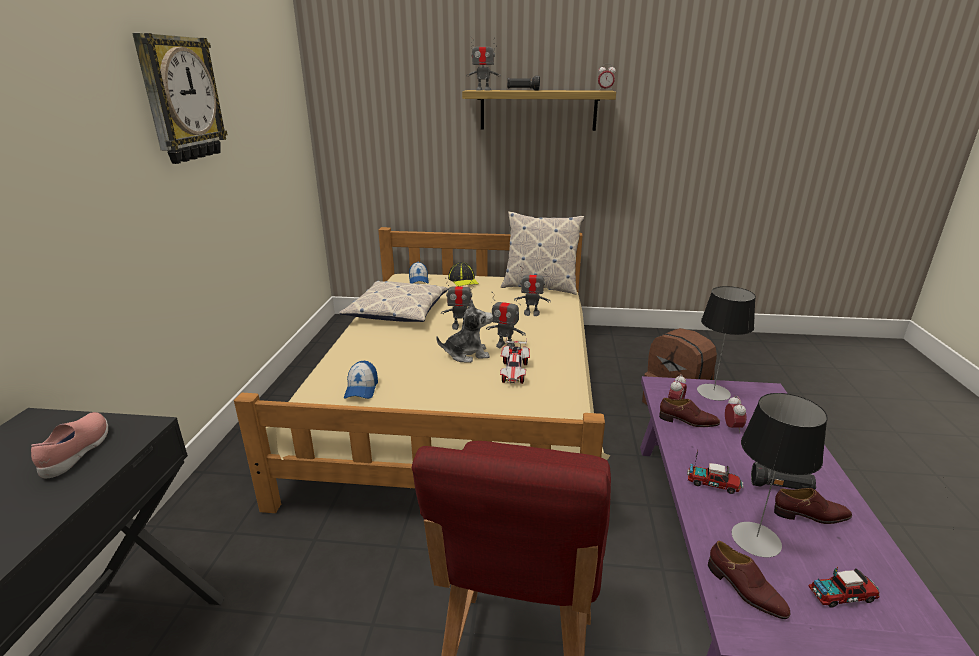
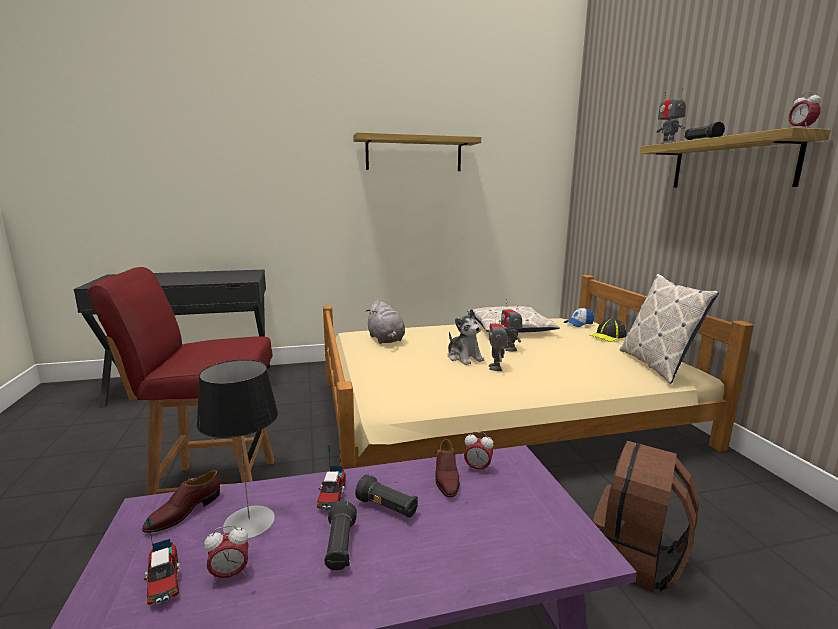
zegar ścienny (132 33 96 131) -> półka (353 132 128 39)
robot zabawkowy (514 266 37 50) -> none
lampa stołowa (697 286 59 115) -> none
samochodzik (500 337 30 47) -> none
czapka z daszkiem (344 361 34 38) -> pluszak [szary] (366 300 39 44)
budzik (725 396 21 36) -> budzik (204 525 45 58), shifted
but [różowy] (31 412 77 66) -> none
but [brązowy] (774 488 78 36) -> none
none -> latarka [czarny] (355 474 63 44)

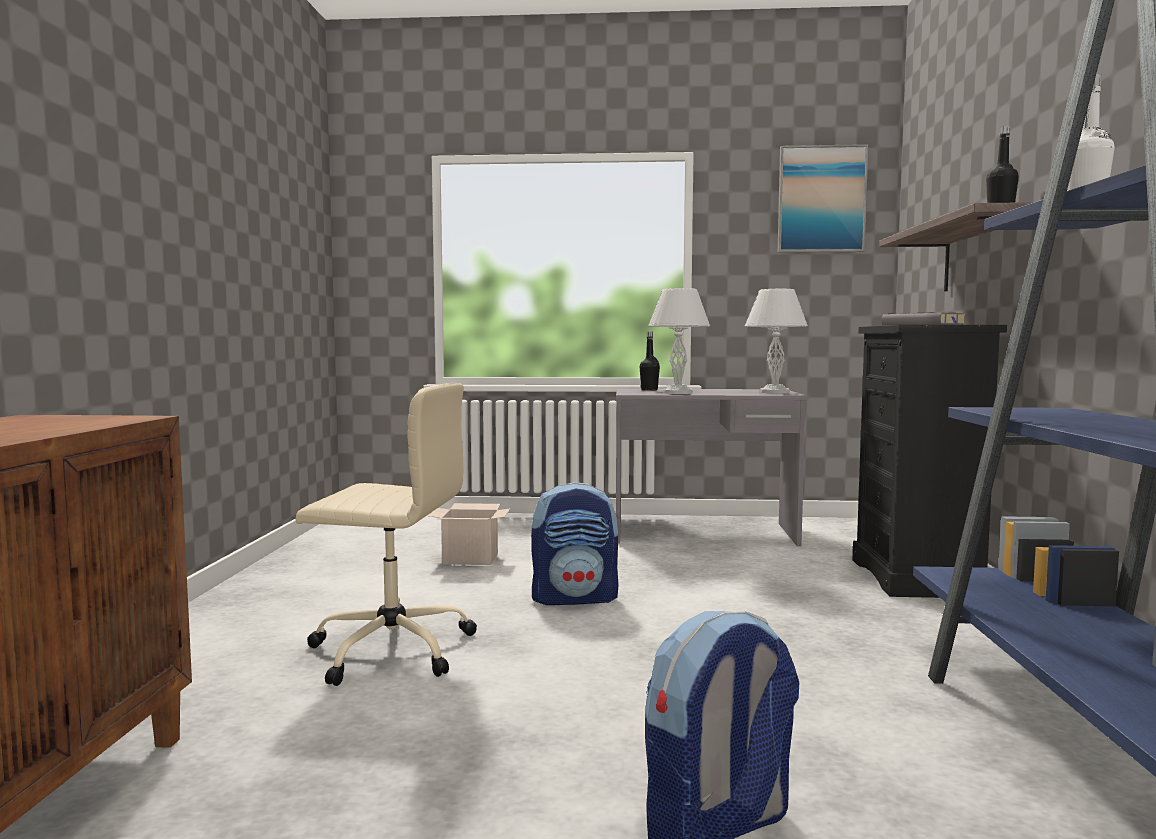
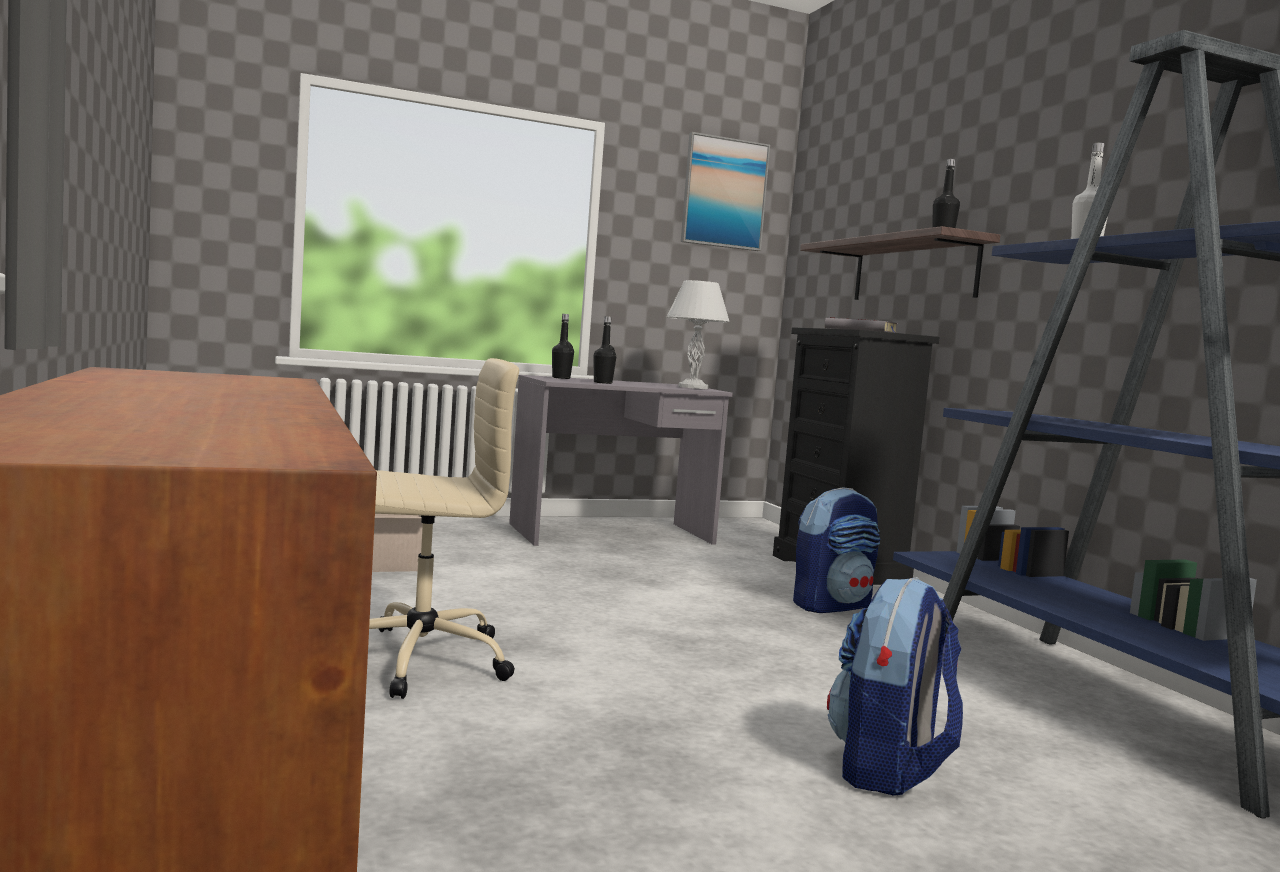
lampa stołowa [biały] (648 288 62 106) -> butelka [czarny] (594 316 22 68)
plecak (531 482 88 123) -> plecak (793 487 88 126), shifted

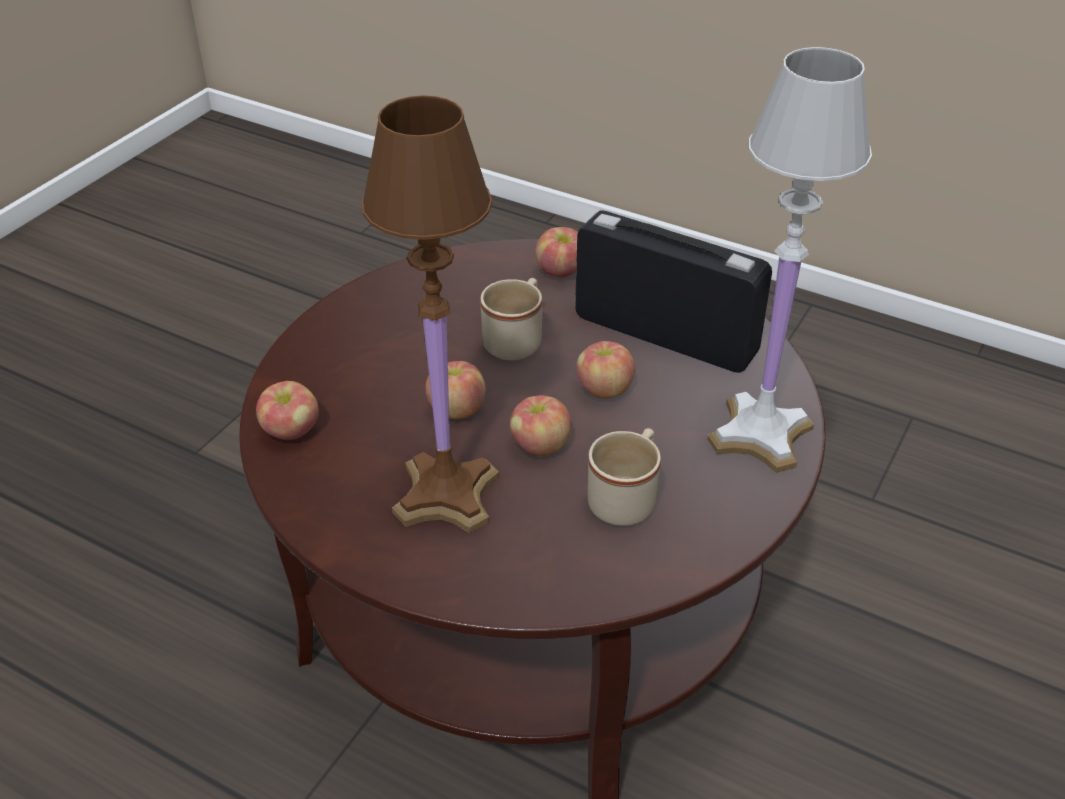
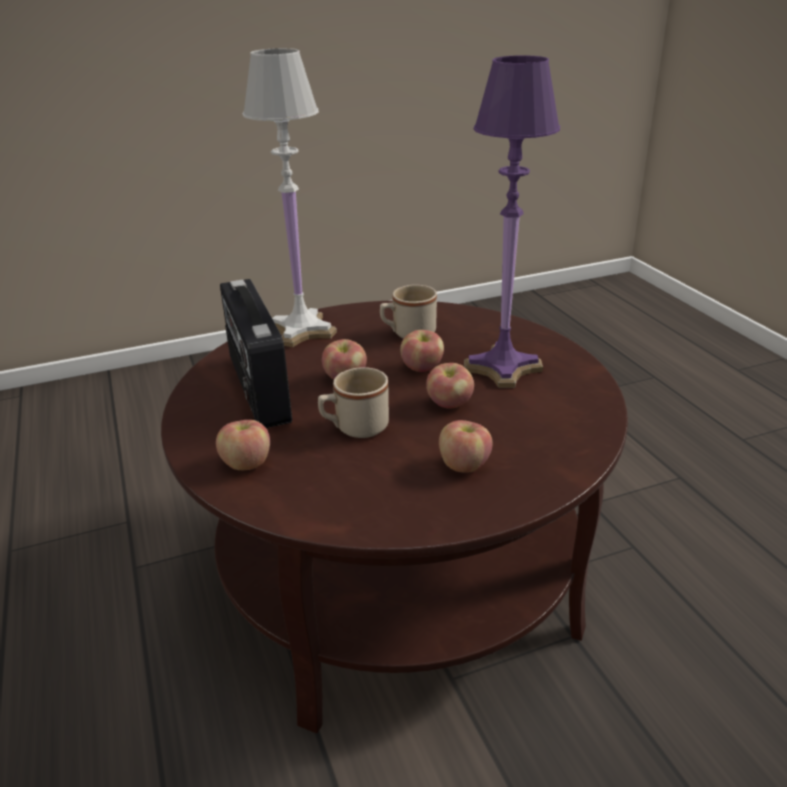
lampa stołowa [brązowy] (361 95 138 438) -> lampa stołowa [fioletowy] (464 55 96 333)
jabłko (256 381 63 59) -> jabłko (439 420 53 53), shifted

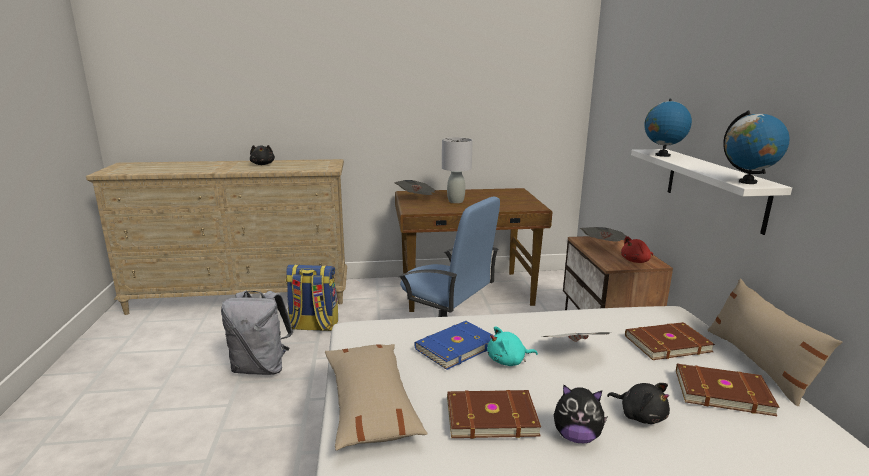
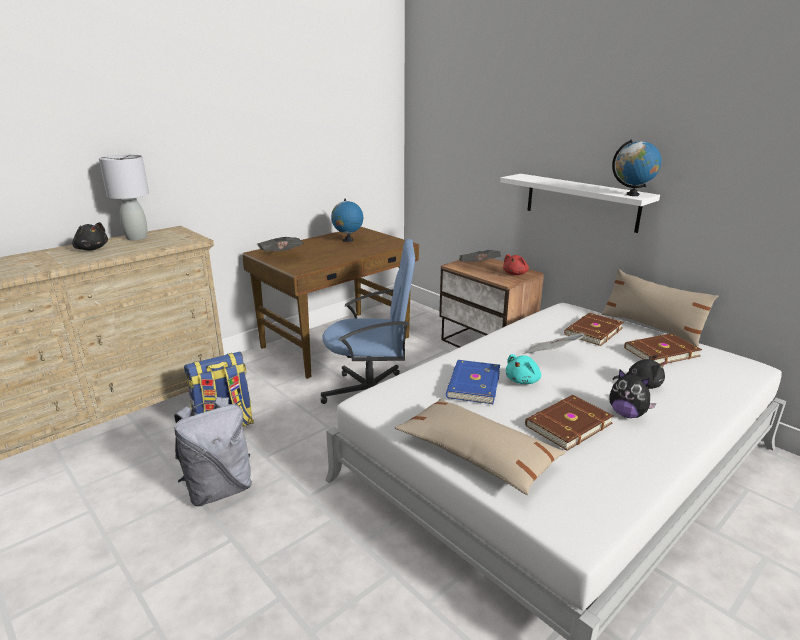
globus (645 99 47 58) -> globus (331 198 32 44), shifted
lampa stołowa [szary] (442 137 31 66) -> lampa stołowa [szary] (99 154 50 86), shifted
pluszak (554 384 54 60) -> pluszak (609 369 47 49), 60 degrees clockwise

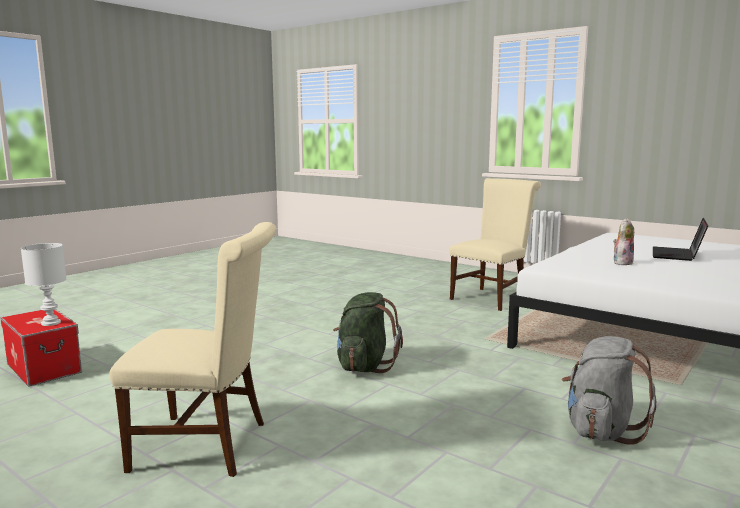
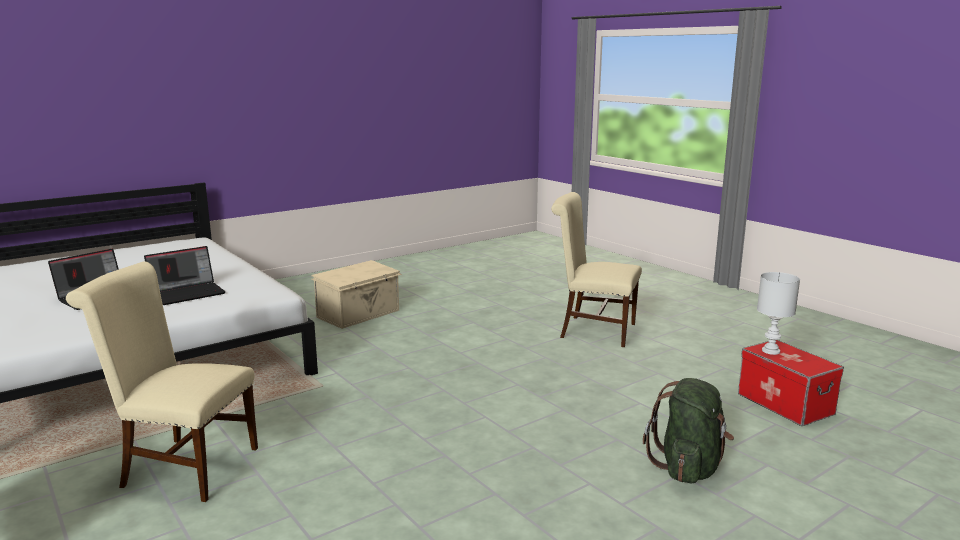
krzesło [beżowy] (449 178 92 133) -> krzesło [beżowy] (66 261 192 241), 45 degrees clockwise
pluszak (613 218 21 47) -> laptop (144 246 82 59)
plecak [zielony] (333 292 70 81) -> plecak [zielony] (643 378 91 106), shifted
plecak [szary] (562 336 94 109) -> pojemnik do przechowywania [beżowy] (312 260 90 69)

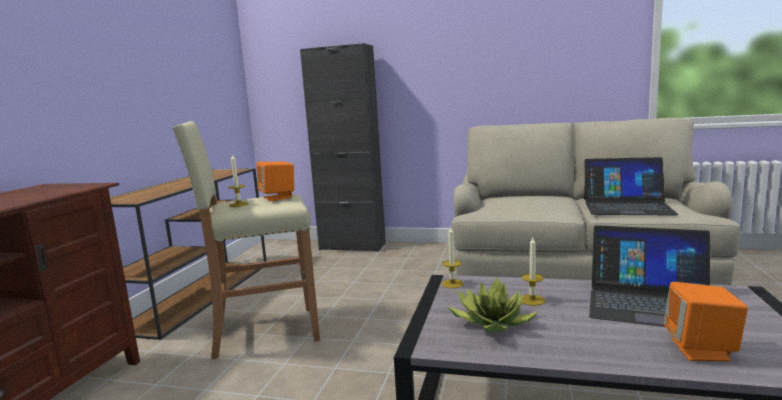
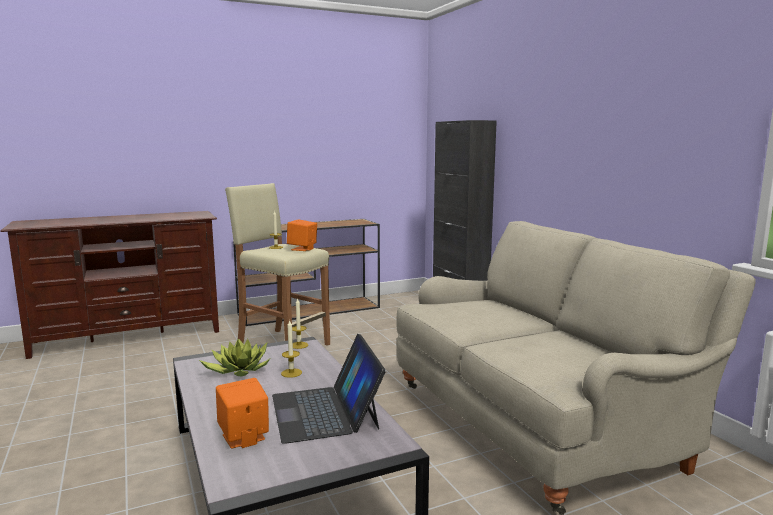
laptop (584 157 95 59) -> none

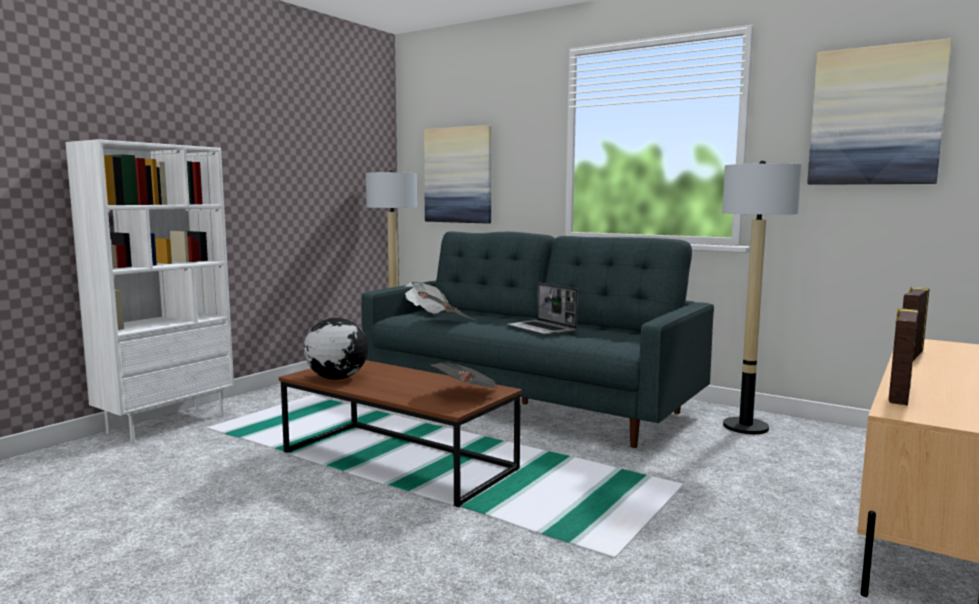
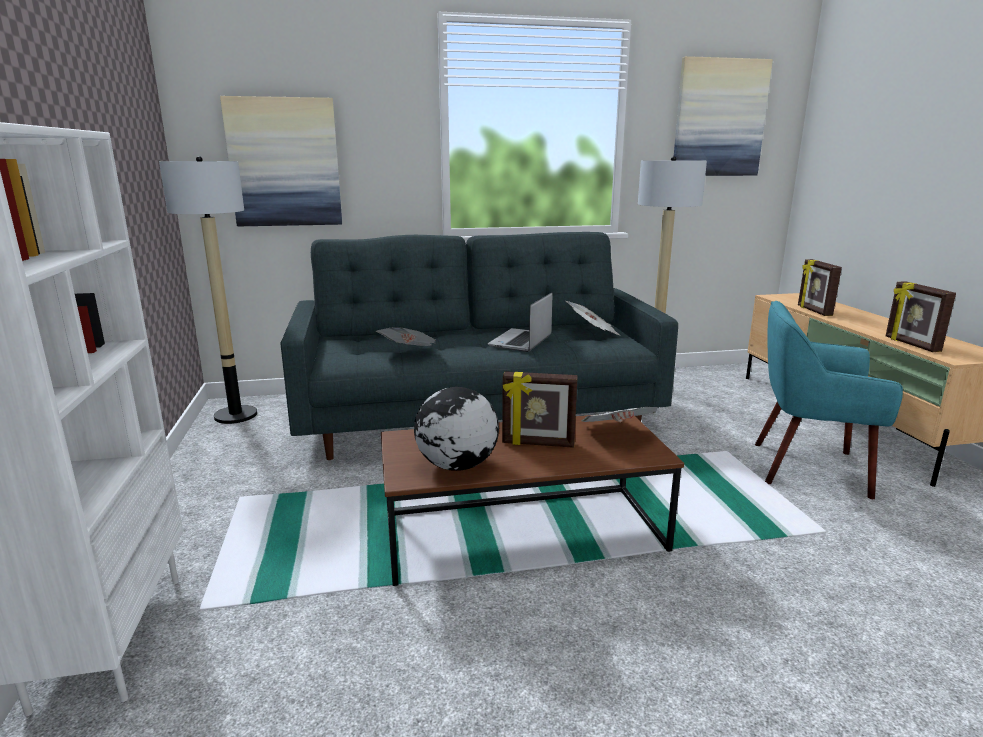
gazeta (404 281 44 33) -> gazeta (566 301 55 35), shifted
laptop (507 282 71 54) -> laptop (487 293 65 59), 105 degrees clockwise
none -> fotel [turkusowy] (755 301 148 198)
none -> ramka na zdjęcie (502 371 76 77)

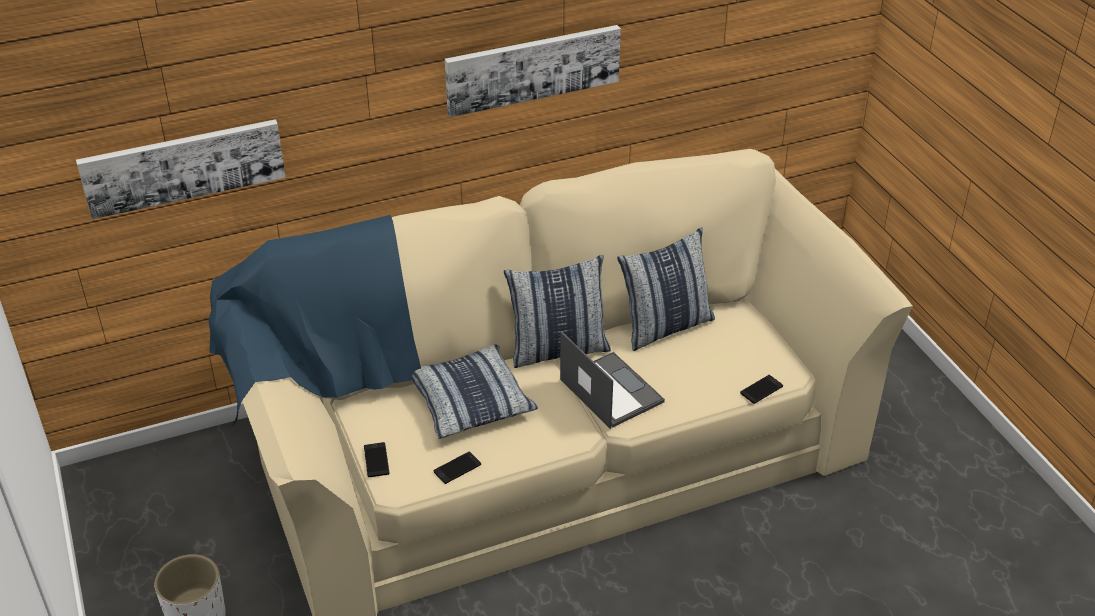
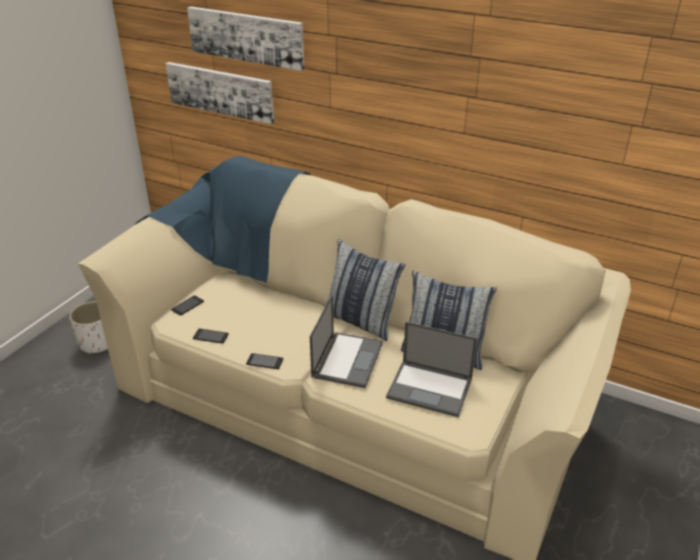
obraz (445 25 176 92) -> obraz (187 6 118 65), shifted
poduszka (411 344 127 95) -> none
telefon (740 375 43 29) -> telefon (246 353 37 16), shifted
none -> laptop (386 322 91 95)

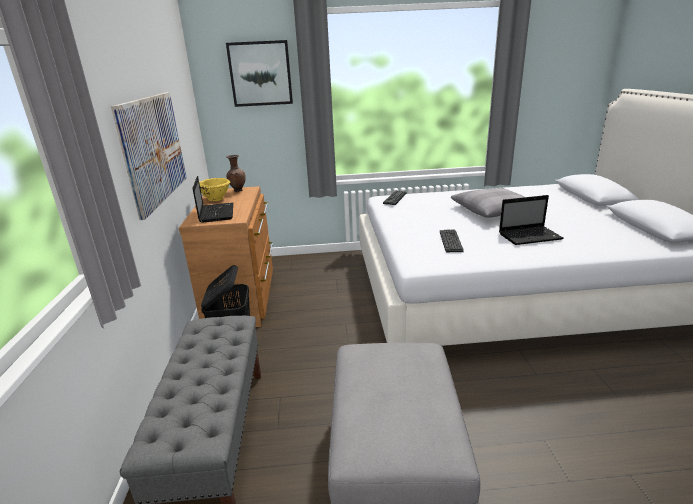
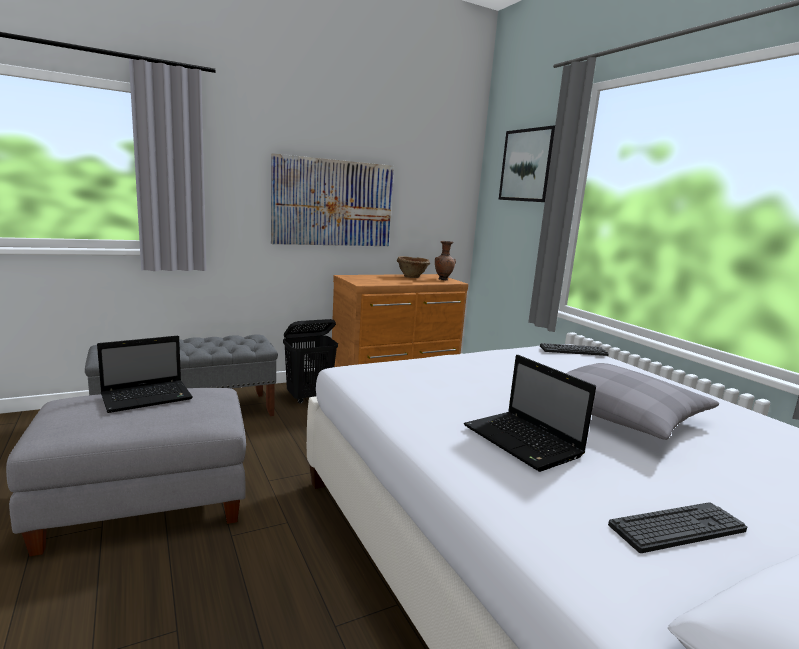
laptop (192 176 41 47) -> laptop (97 336 96 77), shifted
miska [żółty] (199 178 31 23) -> miska [brązowy] (397 256 33 22)
klawiatura (440 230 24 22) -> klawiatura (608 502 139 51), shifted

